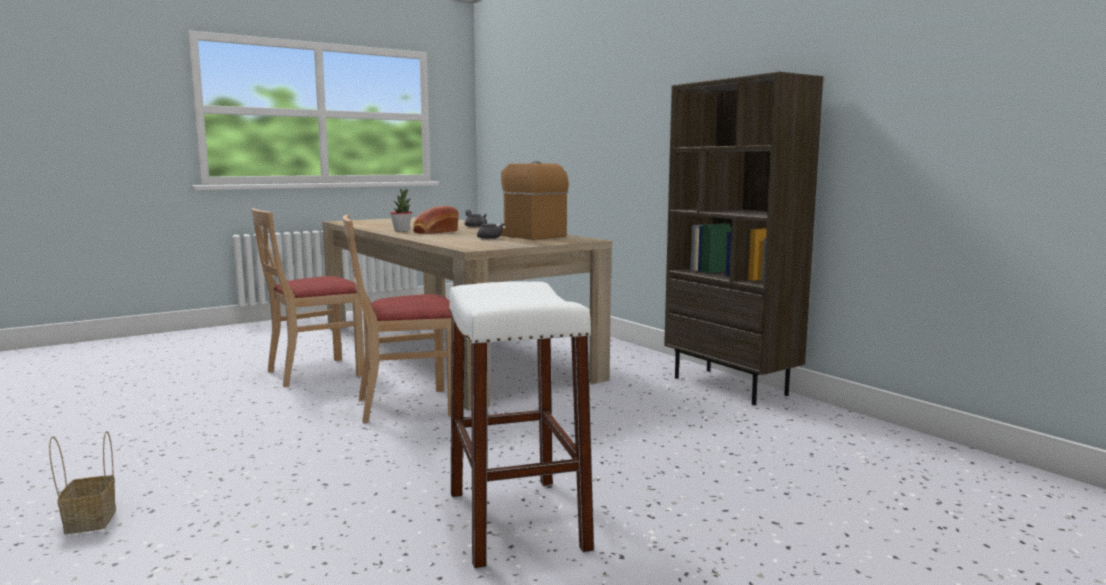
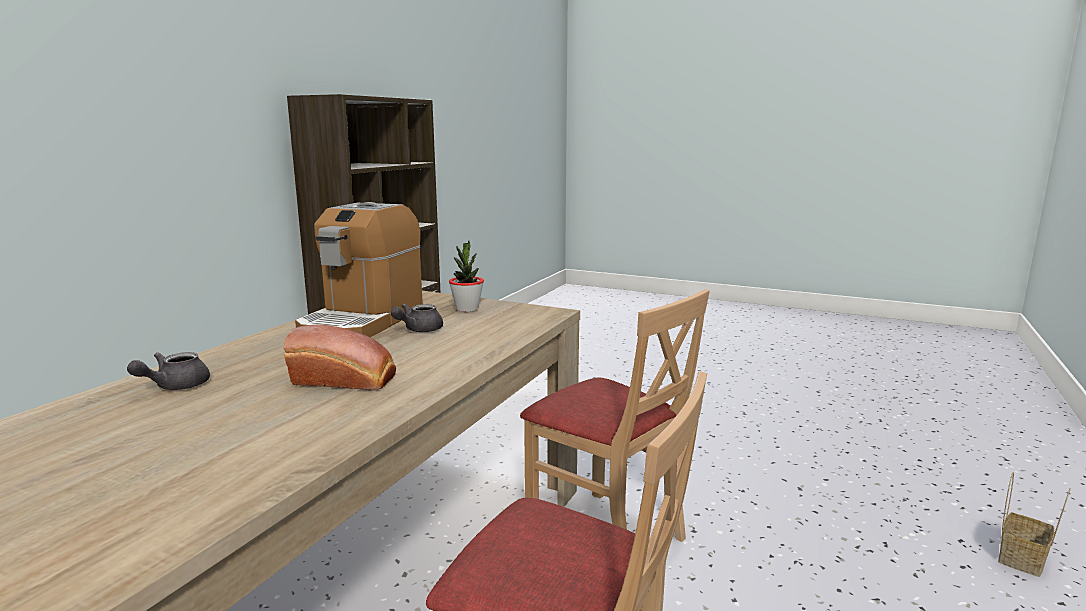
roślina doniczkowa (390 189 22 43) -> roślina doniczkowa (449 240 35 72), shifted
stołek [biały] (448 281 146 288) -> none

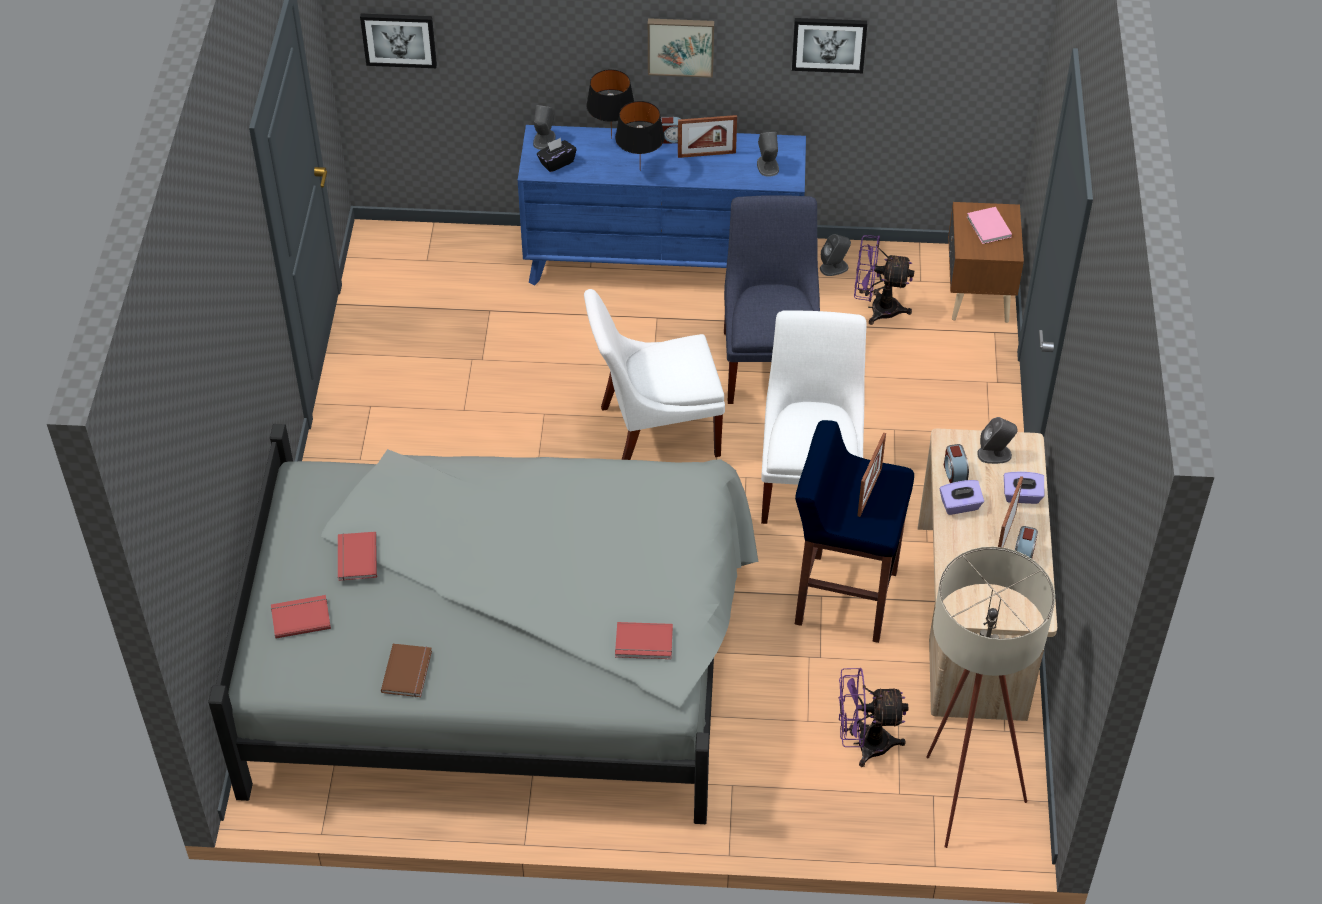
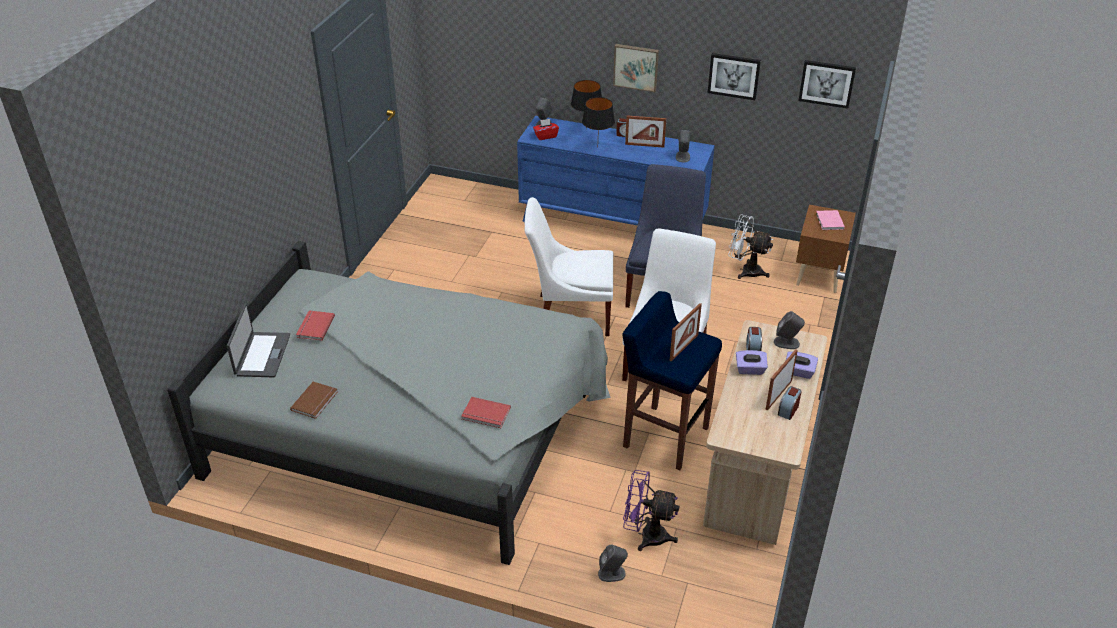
obraz (360 13 77 55) -> obraz (798 60 58 49), shifted
pudełko chusteczek [czarny] (537 138 39 34) -> pudełko chusteczek [czerwony] (533 119 26 21)
głośnik [szary] (820 234 31 42) -> głośnik [szary] (598 544 30 38), shifted
wentylator [fioletowy] (854 235 60 90) -> wentylator [biały] (728 214 45 65)
lampa stojąca [beżowy] (926 547 129 301) -> none
książka [czerwony] (271 595 60 43) -> laptop (227 303 63 74)

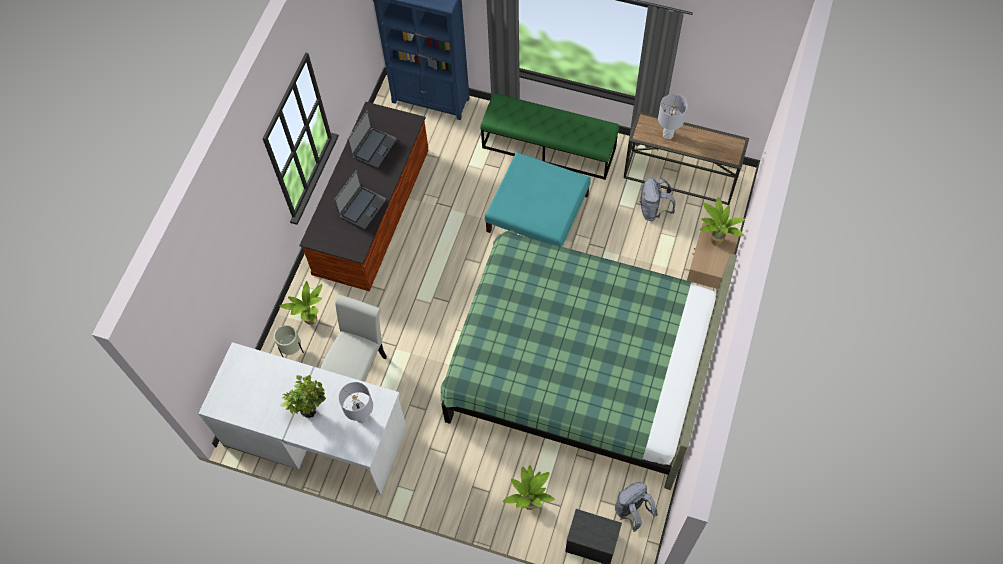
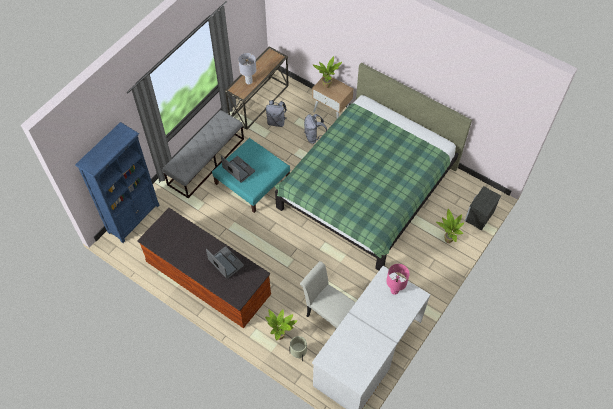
ławka [zielony] (480 93 139 87) -> ławka [szary] (163 110 81 88)
laptop (347 110 49 58) -> laptop (221 156 34 27), shifted
roślina doniczkowa (280 375 46 43) -> none
lampa stołowa [szary] (338 382 35 41) -> lampa stołowa [różowy] (386 264 24 31)
plecak [szary] (615 482 43 50) -> plecak [szary] (304 114 23 30), shifted

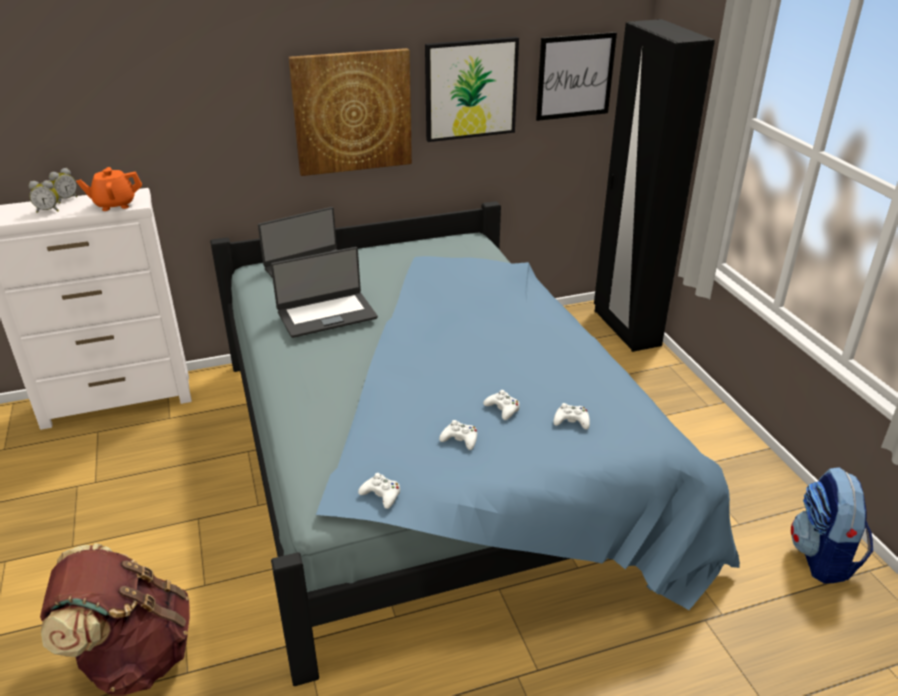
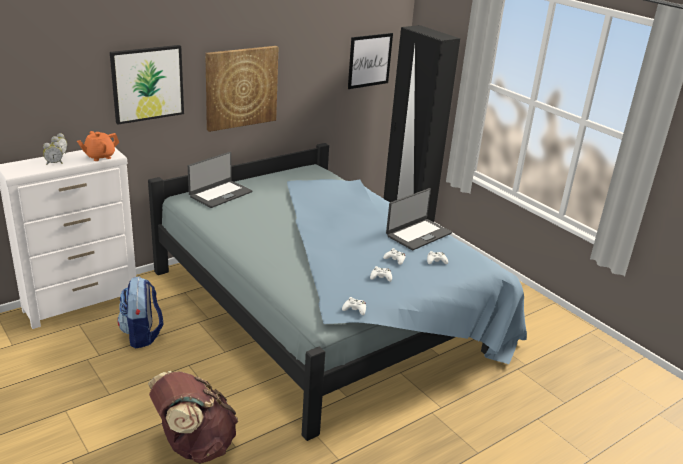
obraz (425 37 94 105) -> obraz (110 45 74 79), shifted
laptop (271 247 107 91) -> laptop (386 188 66 62), shifted
plecak (791 467 82 116) -> plecak (117 276 47 72), shifted

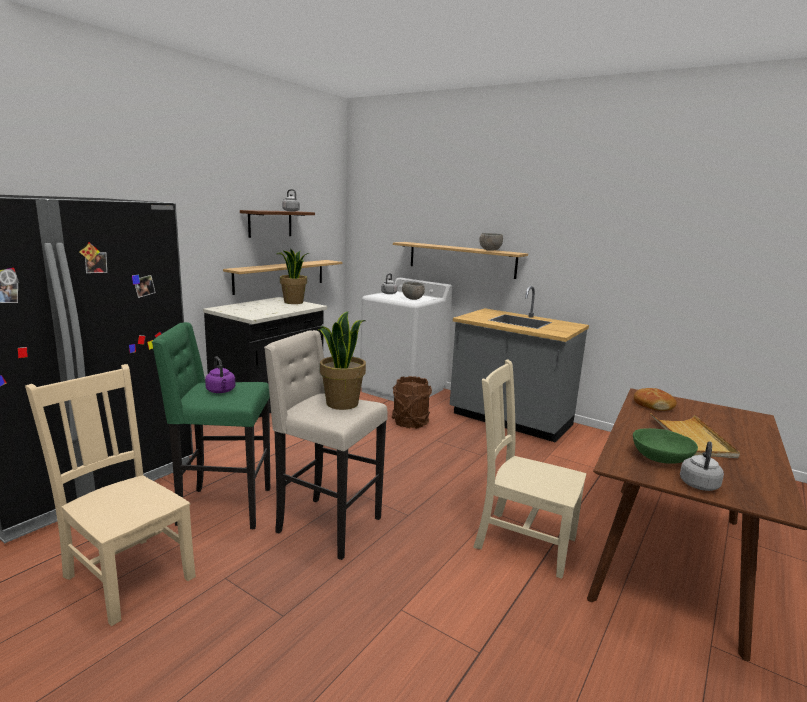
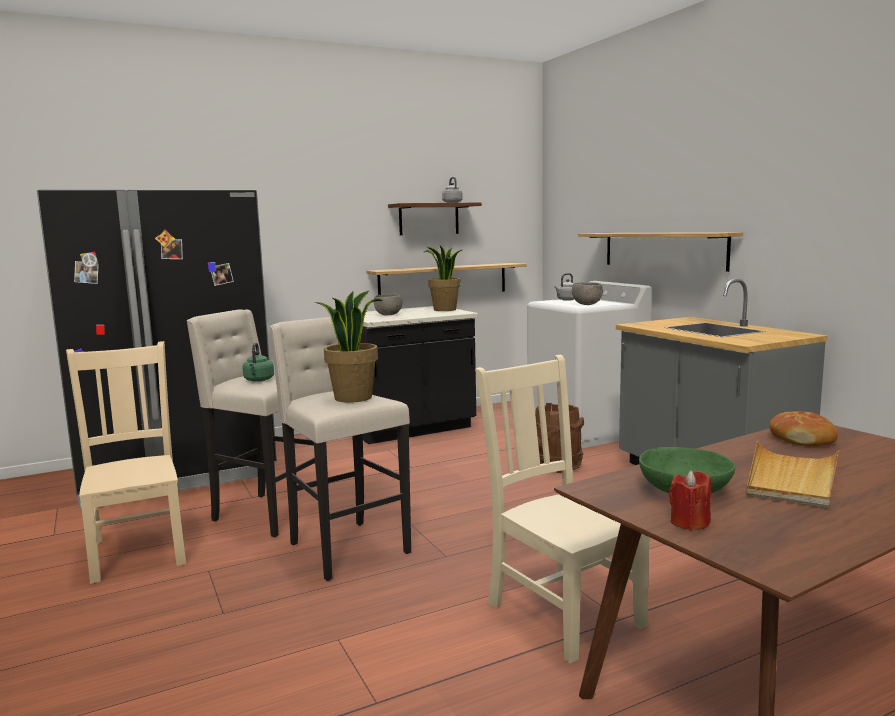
miska [szary] (479 233 24 18) -> miska [szary] (374 294 29 22), shifted
stołek [zielony] (152 322 118 208) -> stołek [beżowy] (187 309 128 228)
czajnik [fioletowy] (205 357 30 36) -> czajnik [zielony] (242 342 32 40)
czajnik [szary] (680 441 44 50) -> świeca [czerwony] (669 470 42 60)

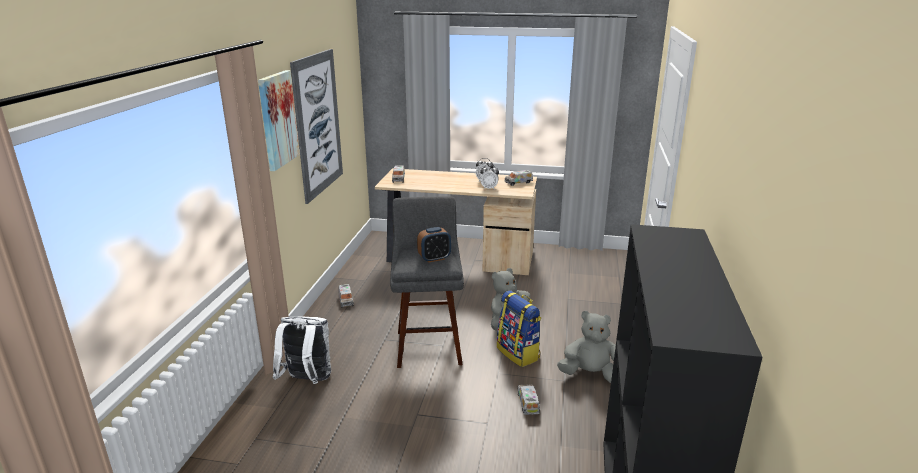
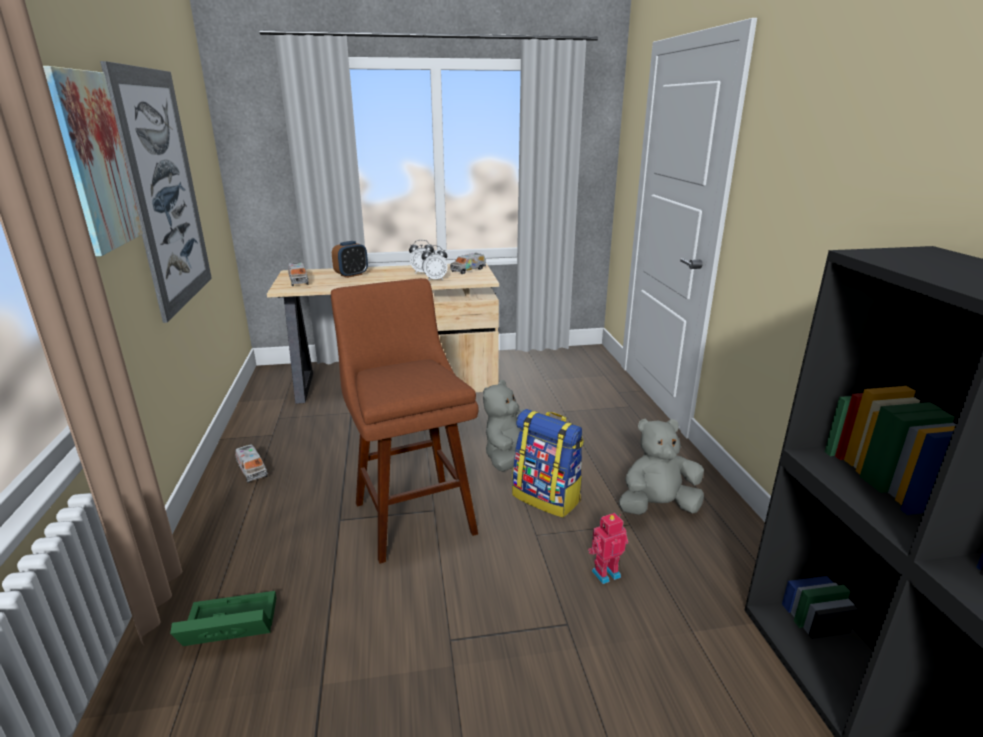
stołek [szary] (390 196 74 172) -> stołek [brązowy] (331 278 148 286)
budzik (417 227 34 35) -> budzik (332 241 36 37), shifted
plecak [biały] (273 317 58 67) -> pojemnik do przechowywania [zielony] (170 591 107 55)
ciężarówka zabawkowa (518 385 22 30) -> robot zabawkowy (588 513 40 71)

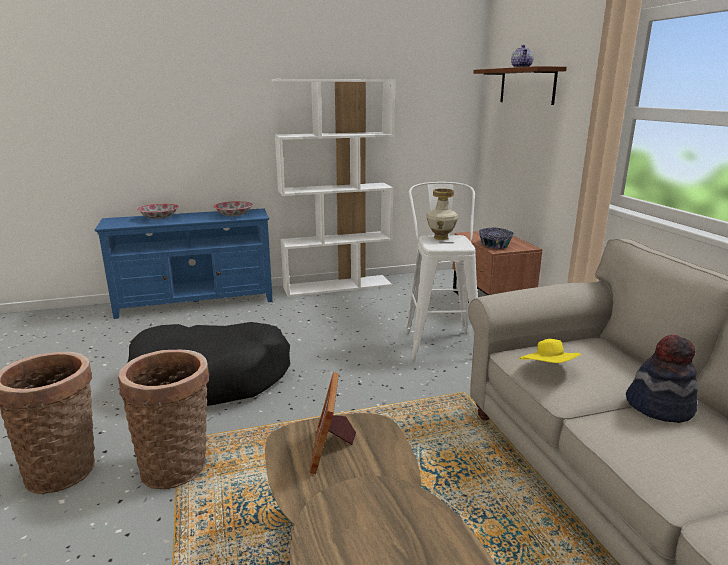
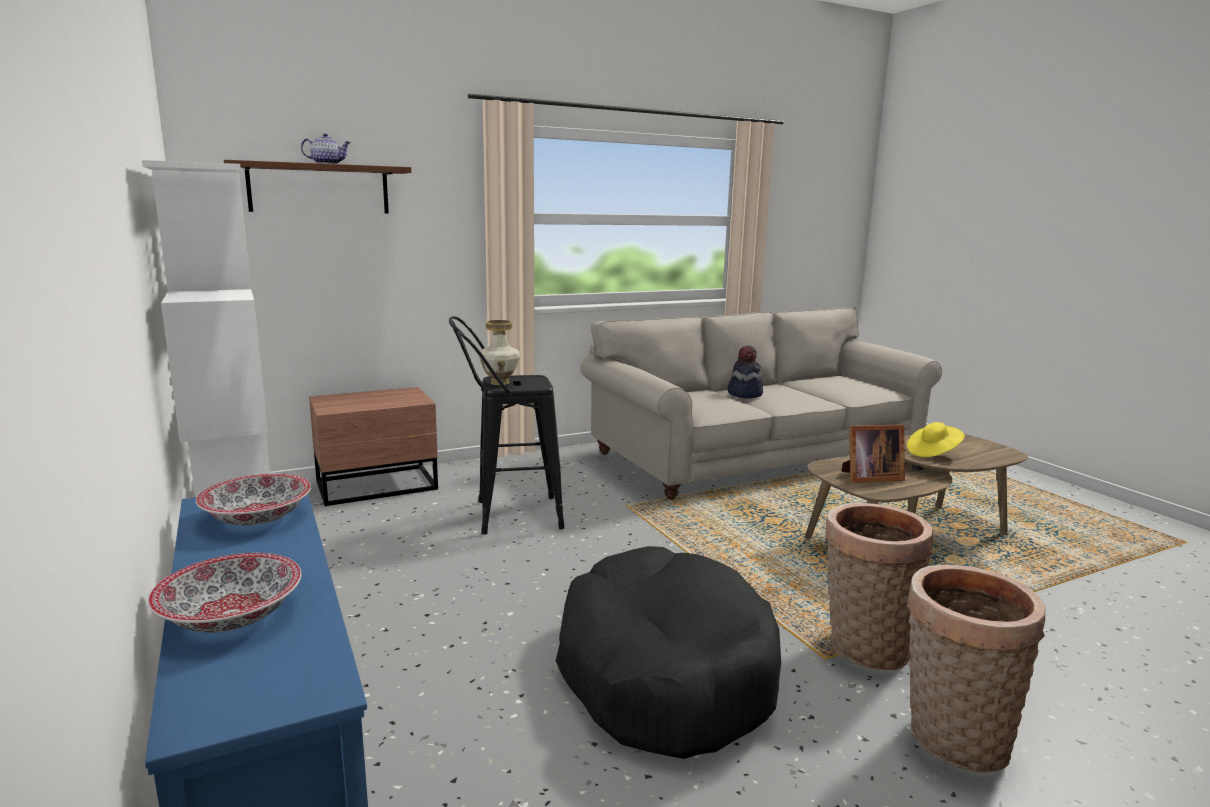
stołek [biały] (405 182 73 178) -> stołek [czarny] (449 316 116 219)
miska (479 228 35 21) -> none
kapelusz [żółty] (519 339 62 24) -> kapelusz [żółty] (907 422 58 35), shifted

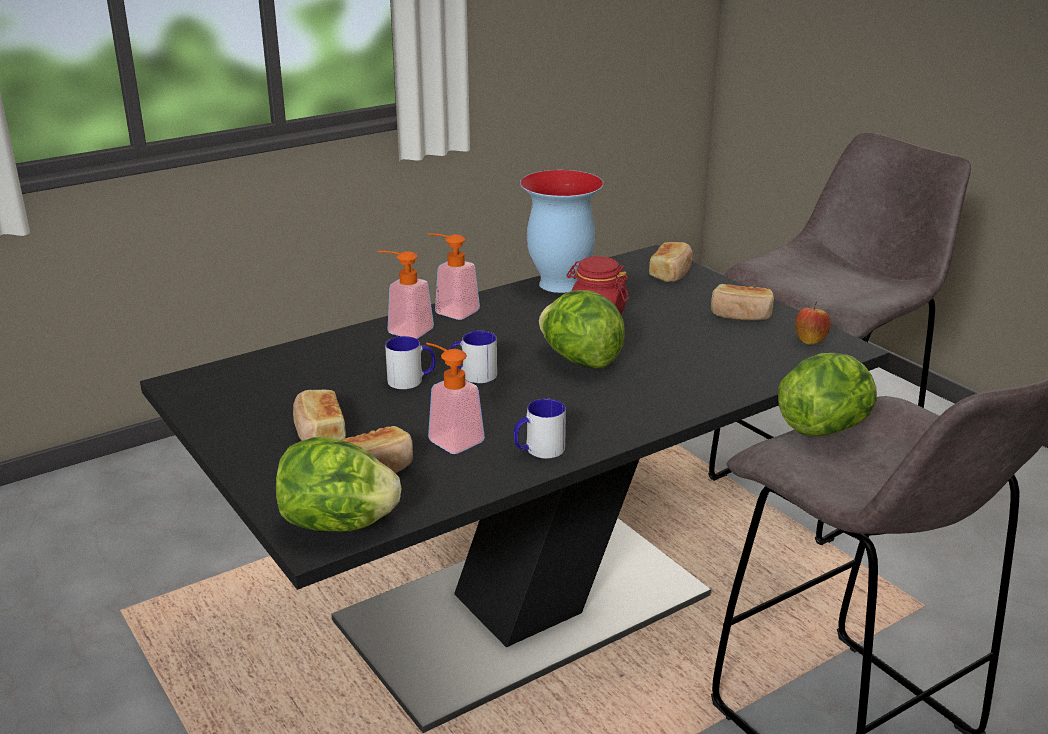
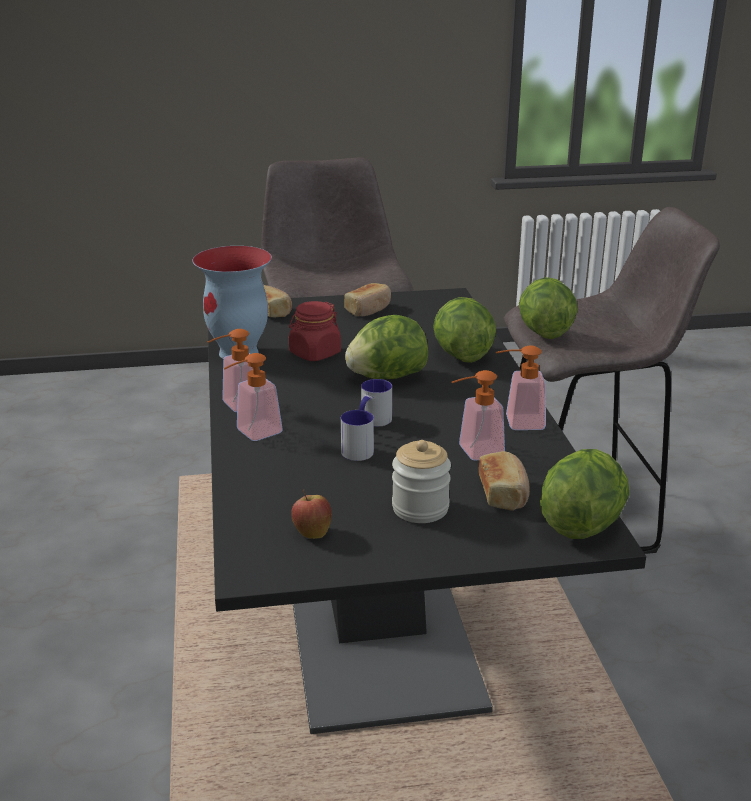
jabłko (795 301 36 44) -> jabłko (291 489 41 50), shifted
chleb (293 390 53 51) -> słoik (392 440 59 83)
kubek (514 399 52 60) -> dozownik mydła (496 345 50 85)
none -> sałata (433 297 63 66)

